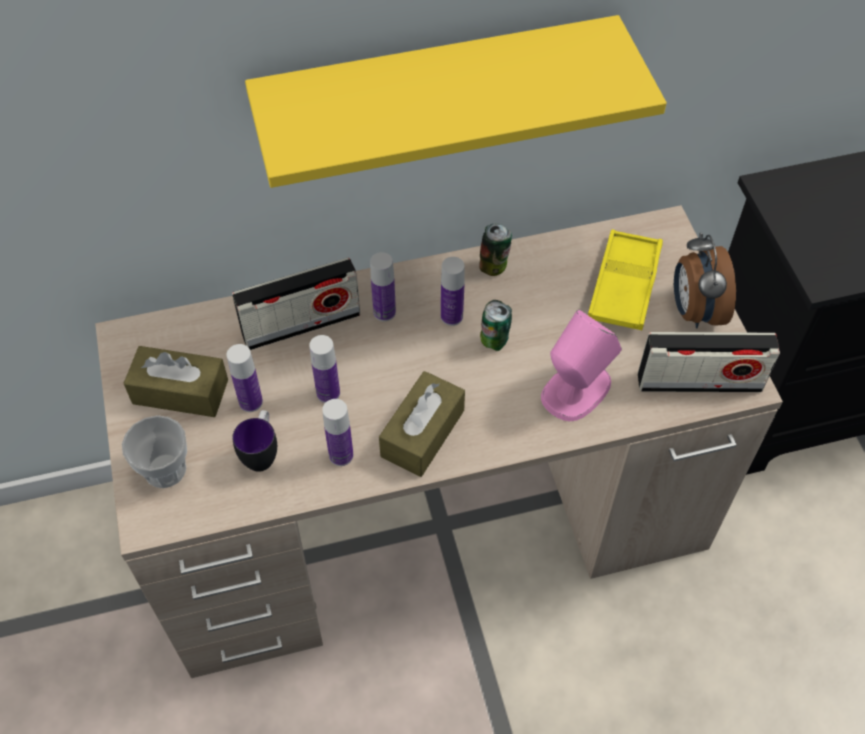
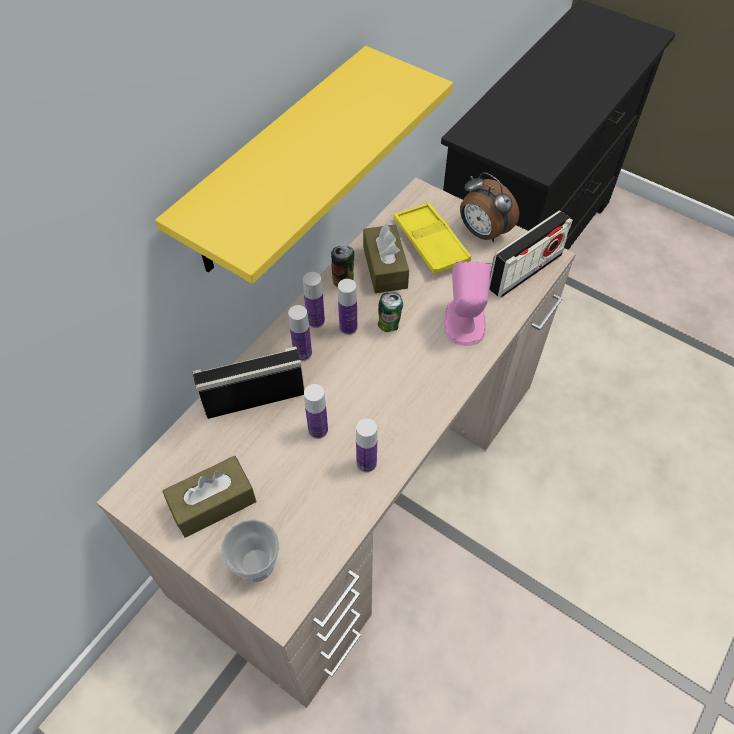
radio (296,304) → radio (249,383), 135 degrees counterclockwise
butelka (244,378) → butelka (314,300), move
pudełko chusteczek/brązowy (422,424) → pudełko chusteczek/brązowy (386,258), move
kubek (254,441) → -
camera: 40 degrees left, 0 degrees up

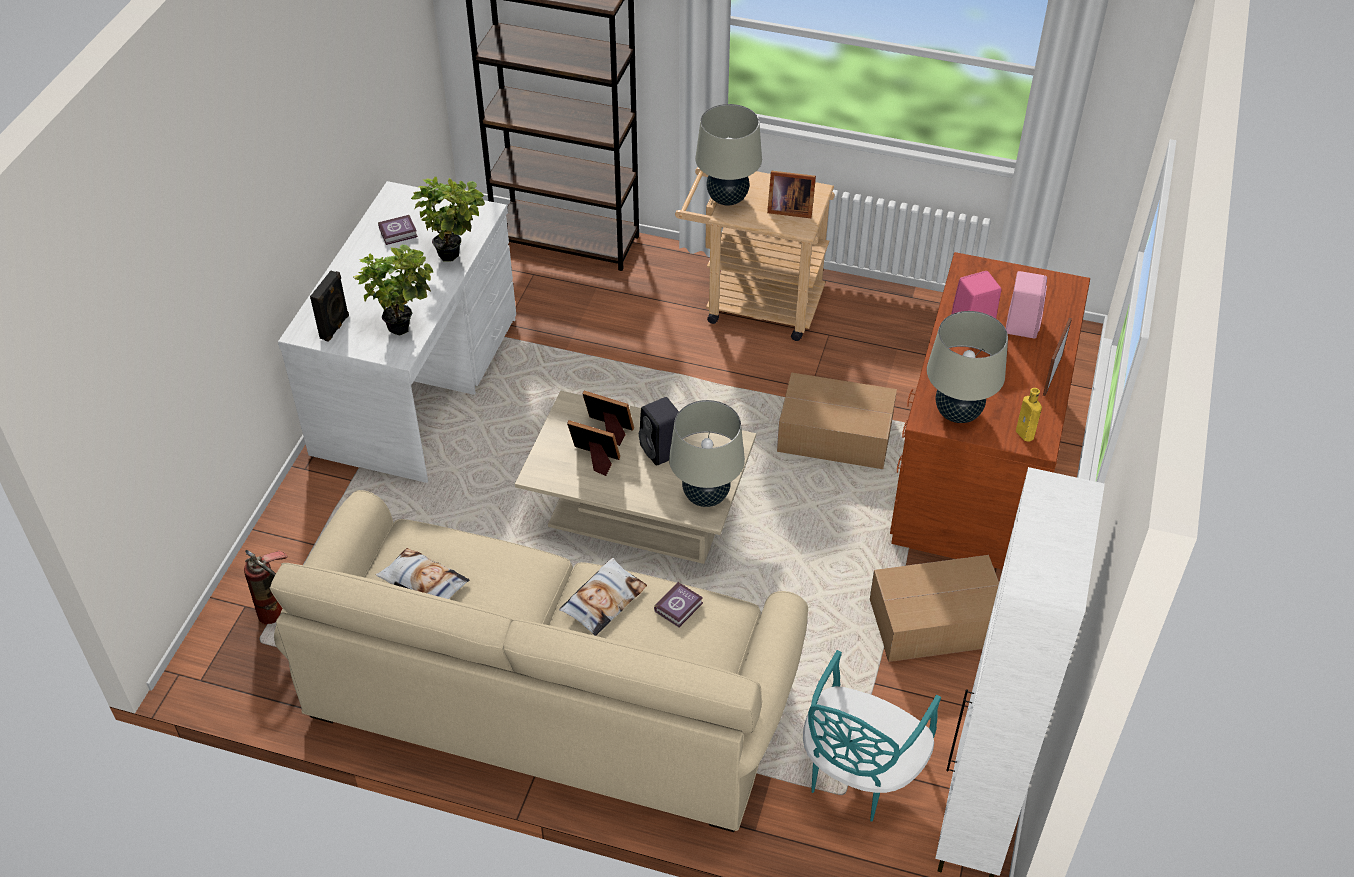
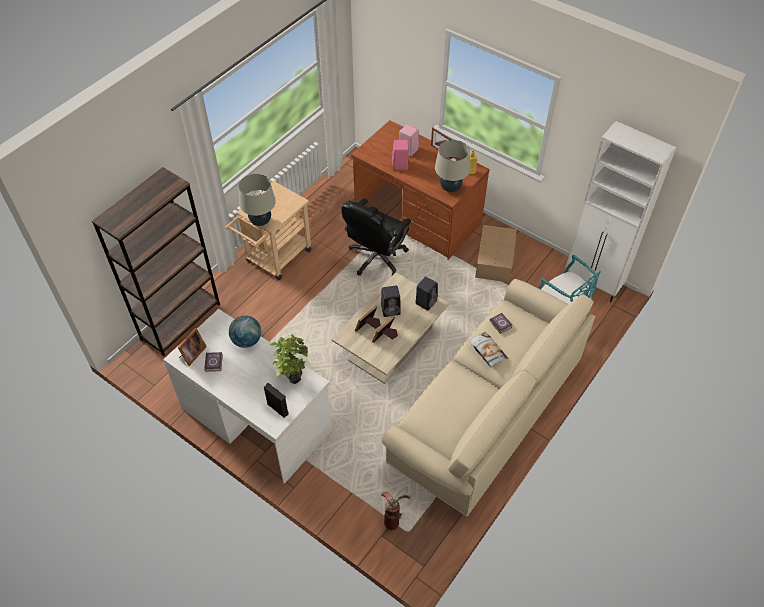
ramka na zdjęcie (791,194) → ramka na zdjęcie (192,347), move
roślina doniczkowa (448,219) → globus (245,332)
karton (837,420) → krzesło biurowe/czarny (376,236)
lampa stołowa/beżowy (707,453) → głośnik/czarny (426,294)
poduszka (422,573) → -
camera: 70 degrees left, 5 degrees up

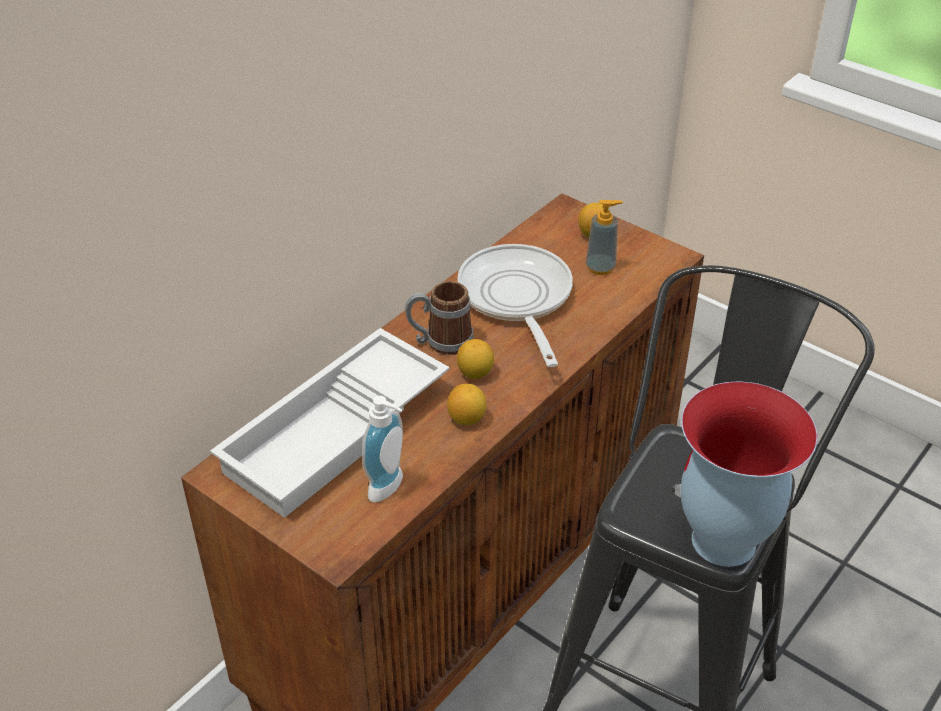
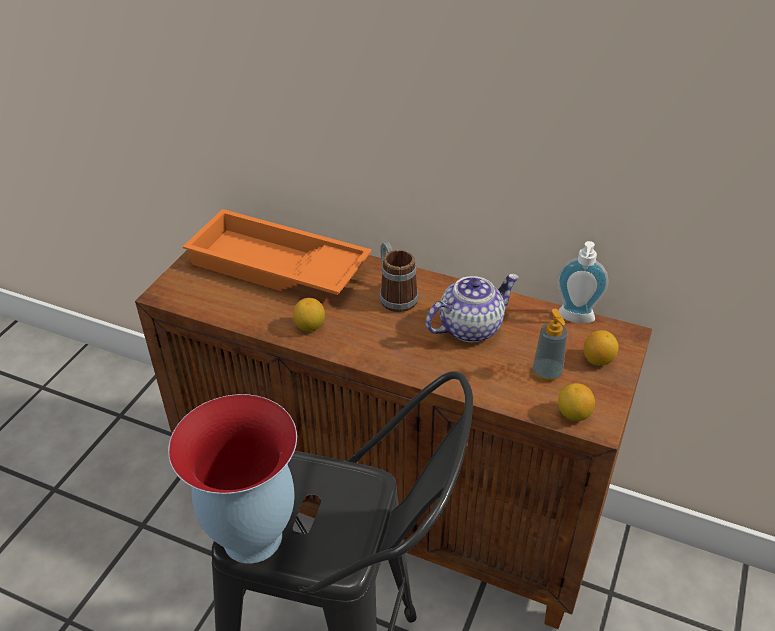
taca/biały (329,423) → taca/pomarańczowy (277,252)
patelnia (515,305) → imbryk (472,308)
dozownik mydła (382,449) → dozownik mydła (583,282), move
cytryna (475,359) → cytryna (576,402), move
camera: 75 degrees right, 0 degrees up

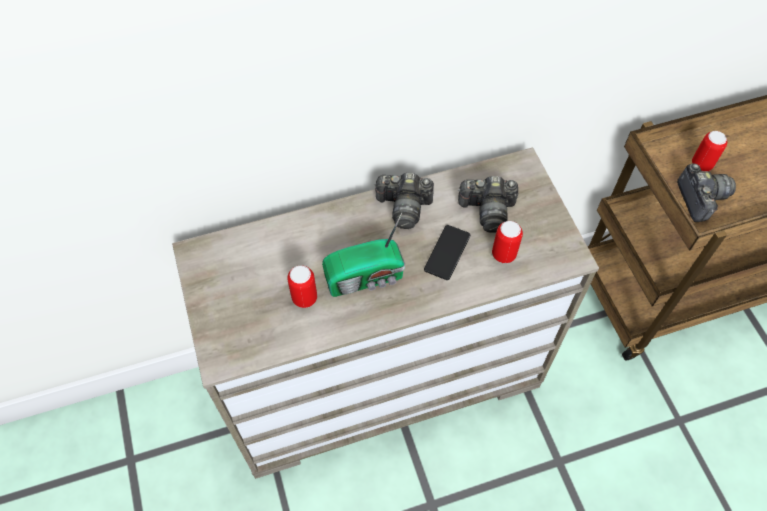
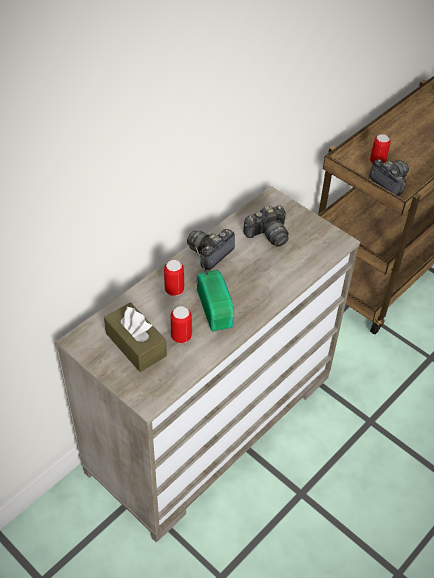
- → pudełko chusteczek/brązowy (135,337)
puszka (507,242) → puszka (174,278), move
aparat fotograficzny (404,201) → aparat fotograficzny (211,249), 150 degrees clockwise
radio (363,255) → radio (214,288), 60 degrees counterclockwise
telefon (447,252) → -
camera: 30 degrees left, 10 degrees down

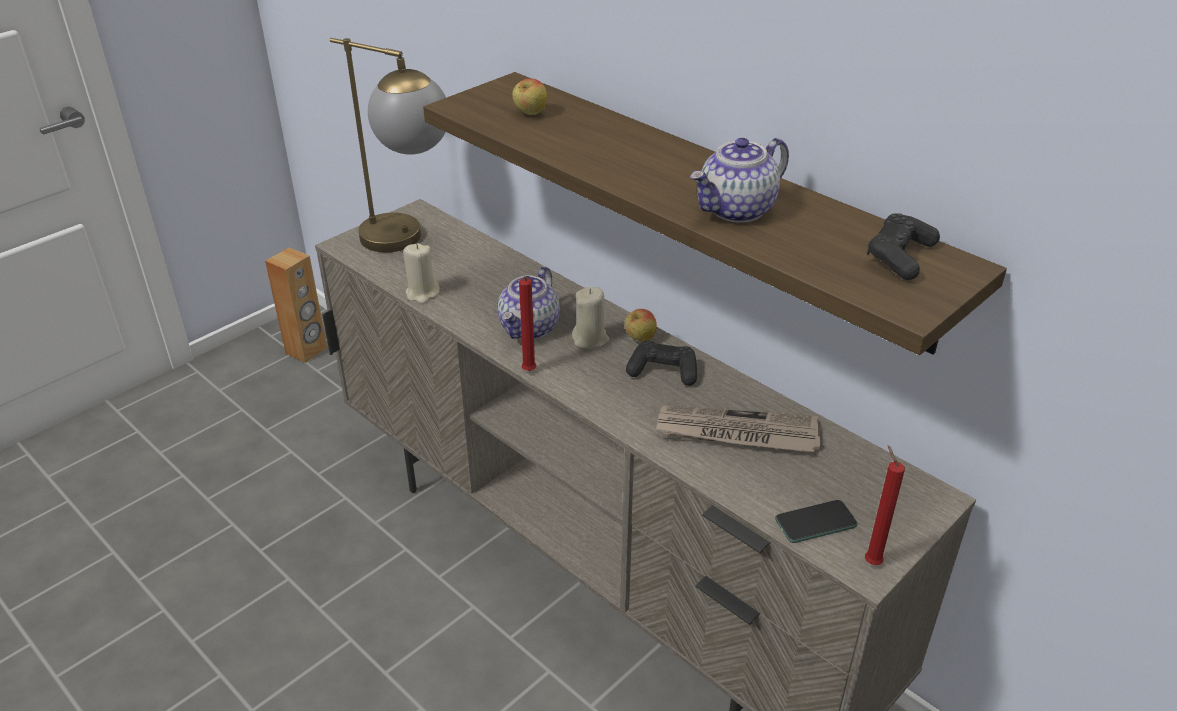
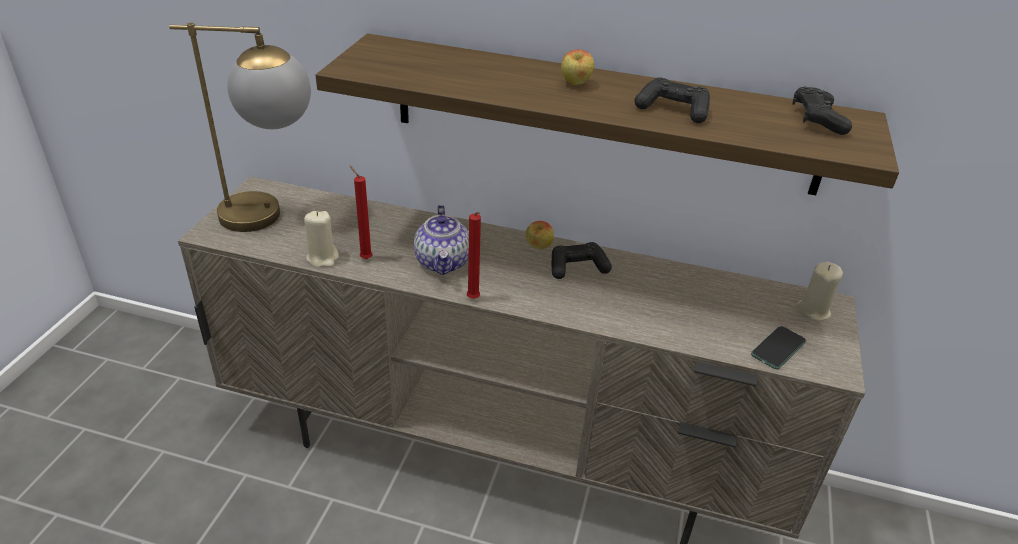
świeca/czerwony (885,505) → świeca/czerwony (361,212), move
jabłko (529,96) → jabłko (577,67), move
imbryk (739,180) → pad do gier/czarny (672,100)
świeca/beżowy (590,318) → świeca/beżowy (819,291), move
głośnik/brązowy (296,305) → -
gazeta (738,428) → -
camera: 30 degrees left, 0 degrees up

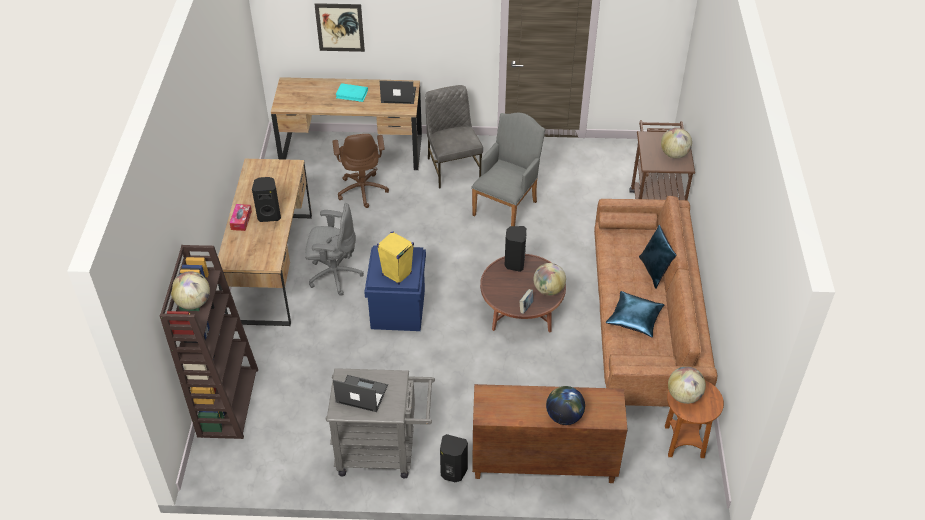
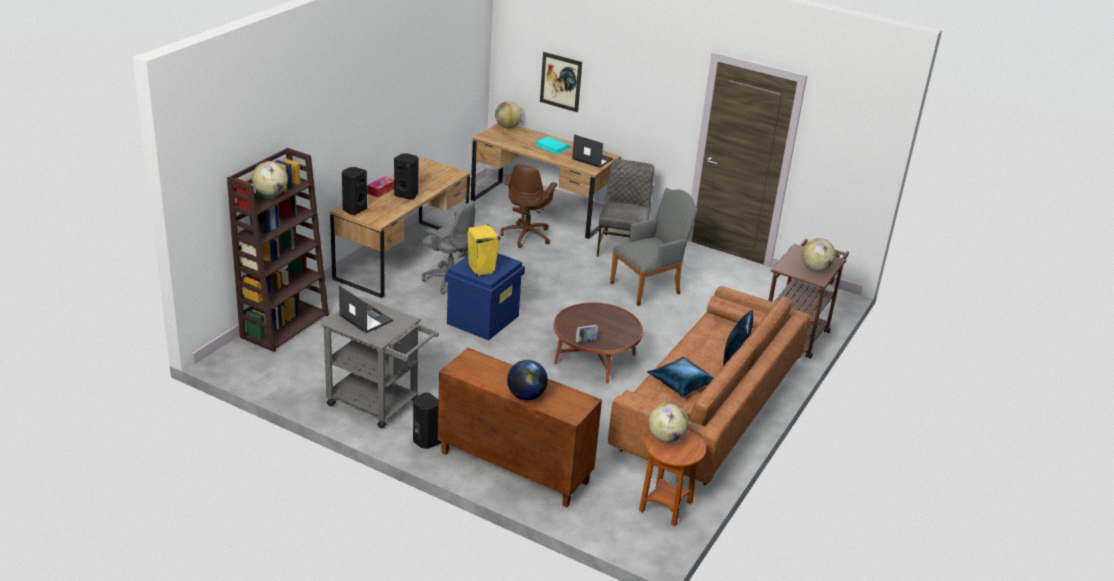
głośnik/czarny (515,249) → głośnik/czarny (354,191), move
globus (549,279) → globus (508,114), move
camera: 25 degrees right, 15 degrees down

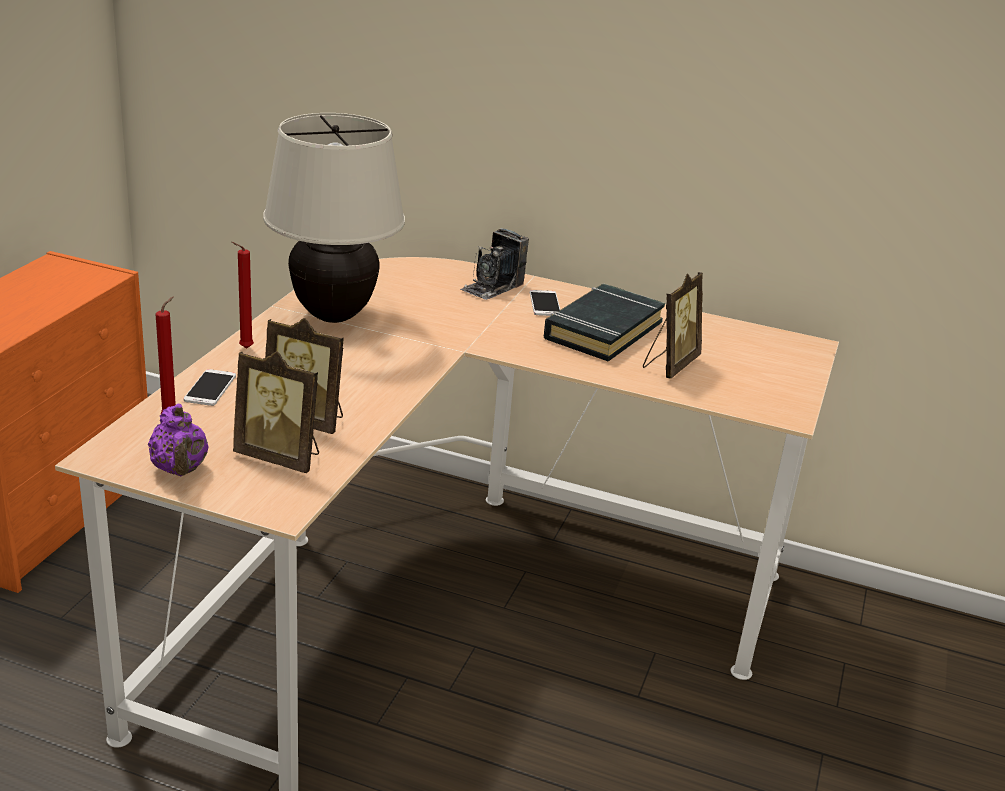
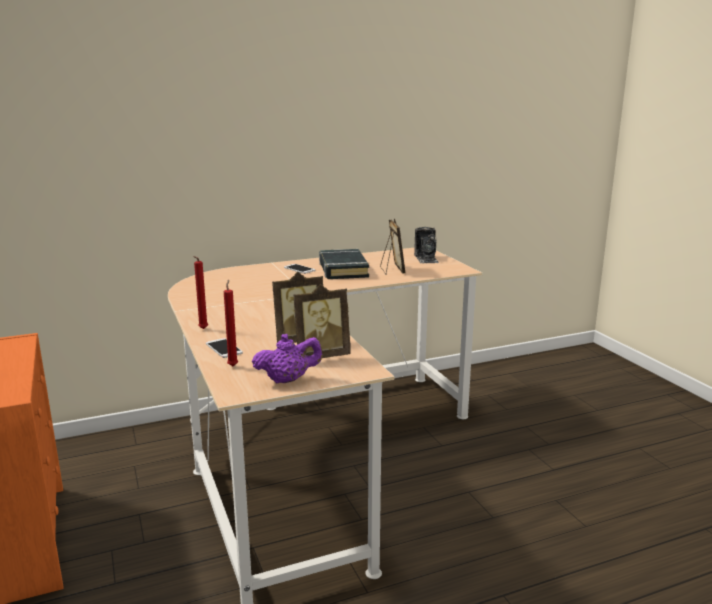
imbryk/fioletowy (178,440) → imbryk/fioletowy (287,358), 45 degrees counterclockwise
aparat fotograficzny (494,264) → aparat fotograficzny (426,245), move
lampa stołowa/beżowy (334,218) → -
camera: 40 degrees left, 10 degrees down

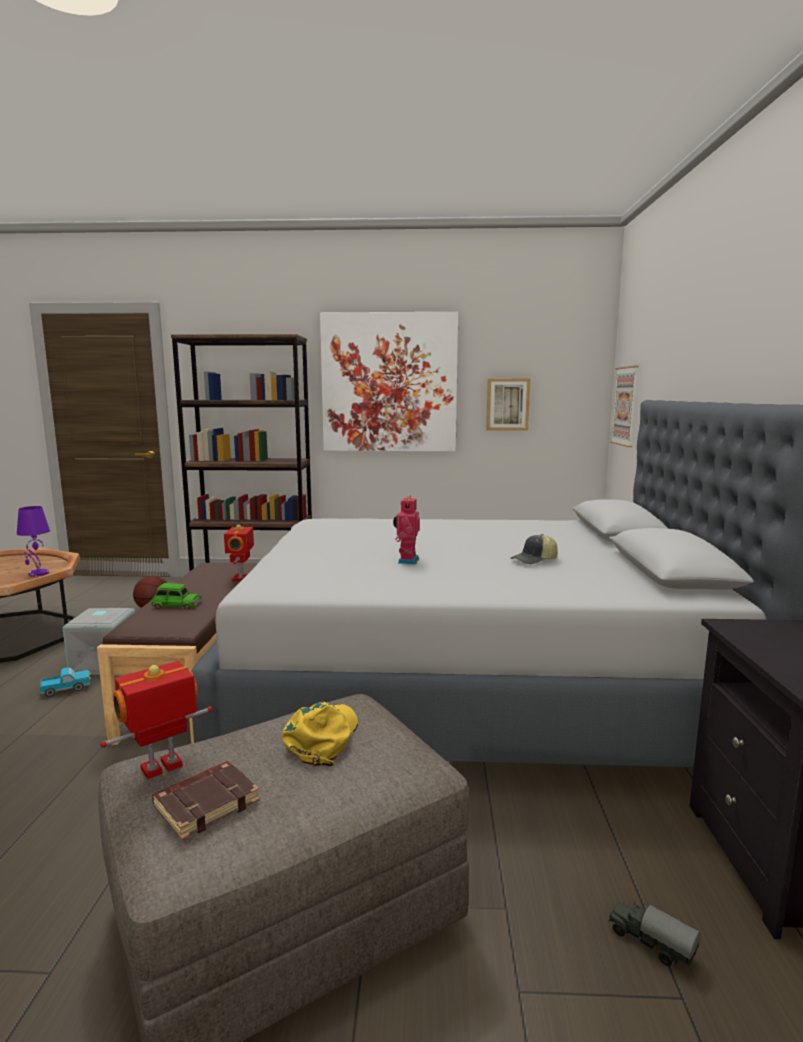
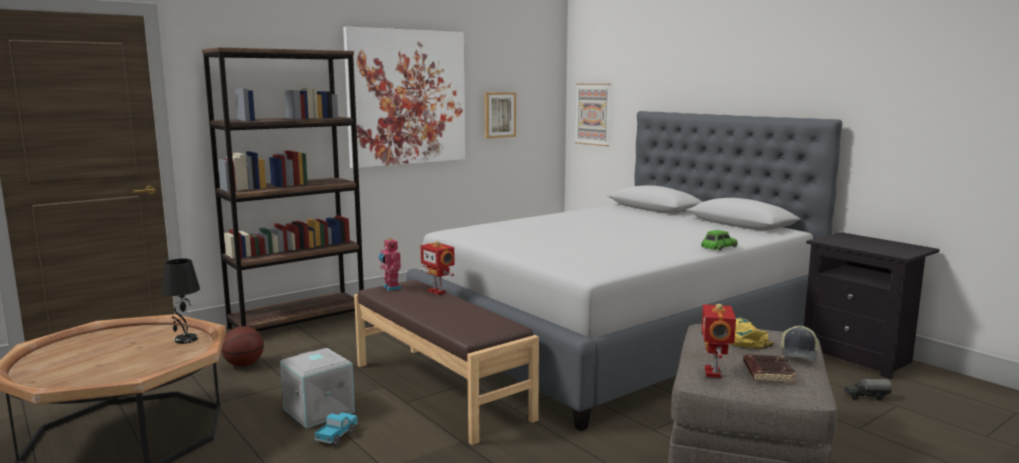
lampa stołowa/fioletowy (33,541) → lampa stołowa/czarny (181,301)
robot zabawkowy (406,529) → robot zabawkowy (390,264), move
samochodzik/zielony (176,596) → samochodzik/zielony (719,240), move
czapka z daszkiem (534,549) → czapka z daszkiem (799,343), move
camera: 40 degrees left, 0 degrees up

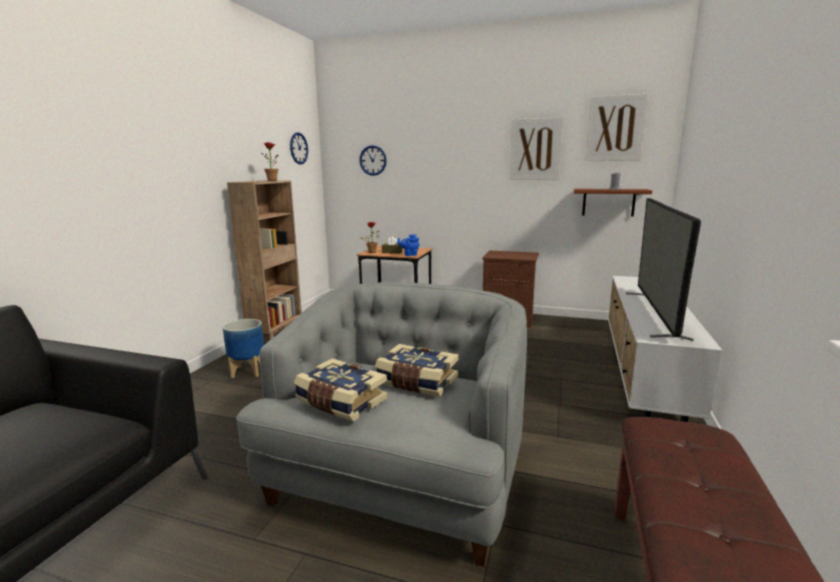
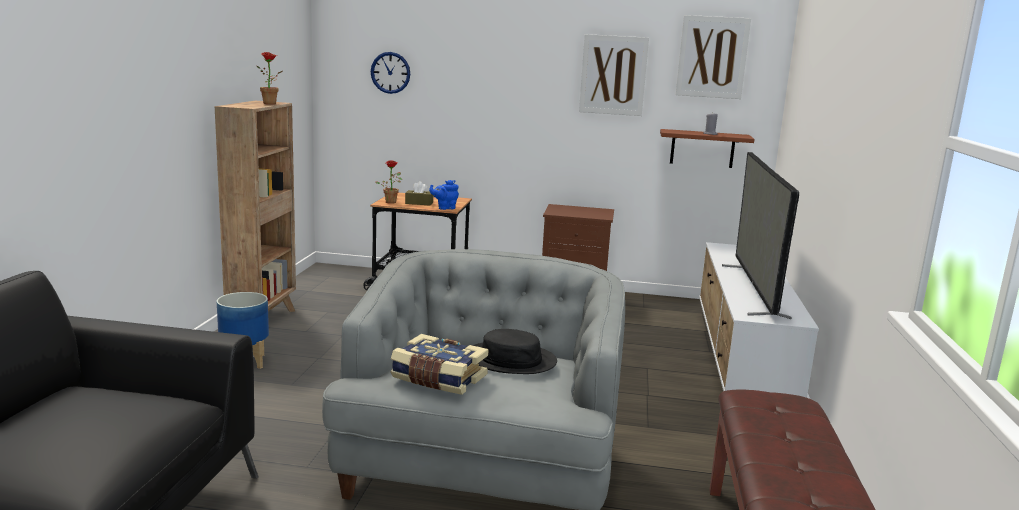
książka (417,370) → kapelusz/czarny (515,351)
zegar ścienny (299,148) → -
camera: 10 degrees left, 0 degrees up

